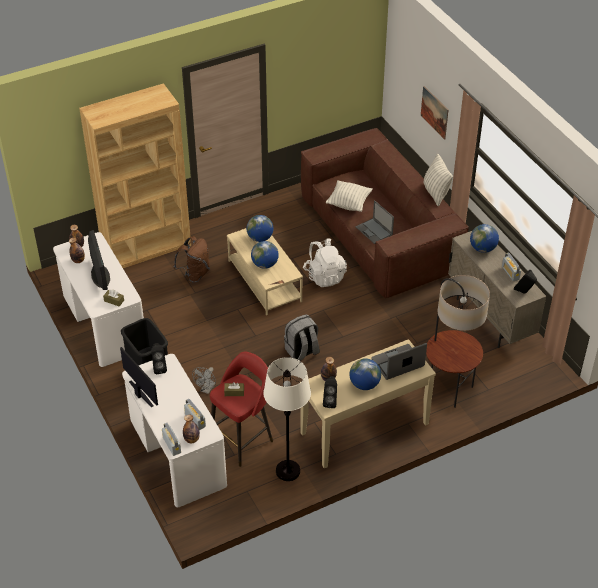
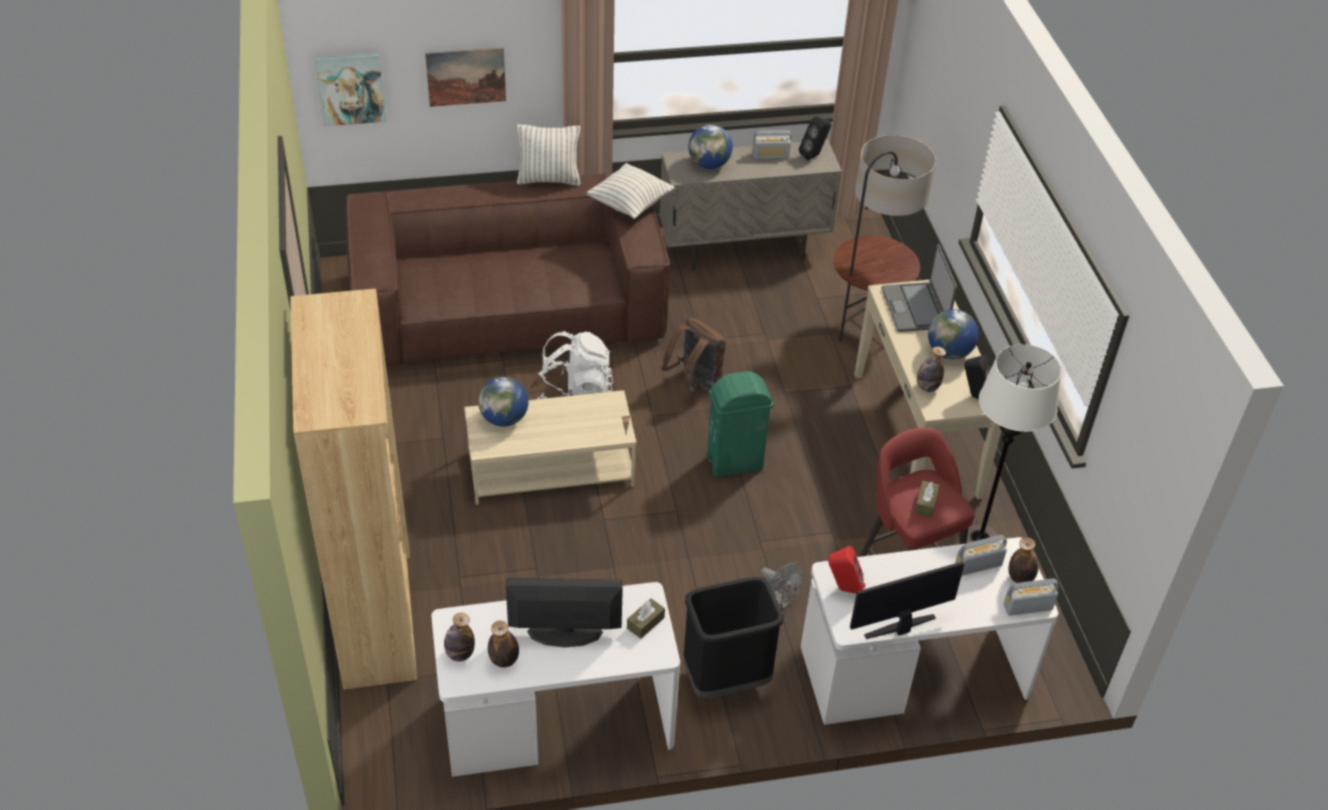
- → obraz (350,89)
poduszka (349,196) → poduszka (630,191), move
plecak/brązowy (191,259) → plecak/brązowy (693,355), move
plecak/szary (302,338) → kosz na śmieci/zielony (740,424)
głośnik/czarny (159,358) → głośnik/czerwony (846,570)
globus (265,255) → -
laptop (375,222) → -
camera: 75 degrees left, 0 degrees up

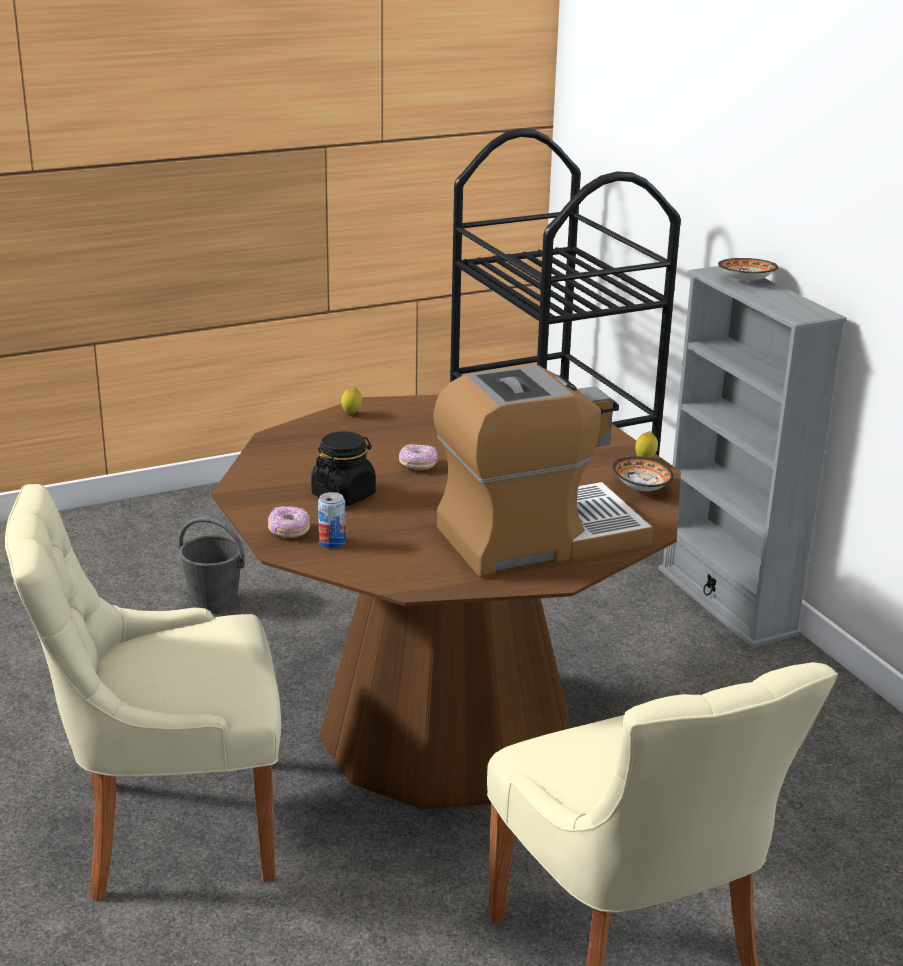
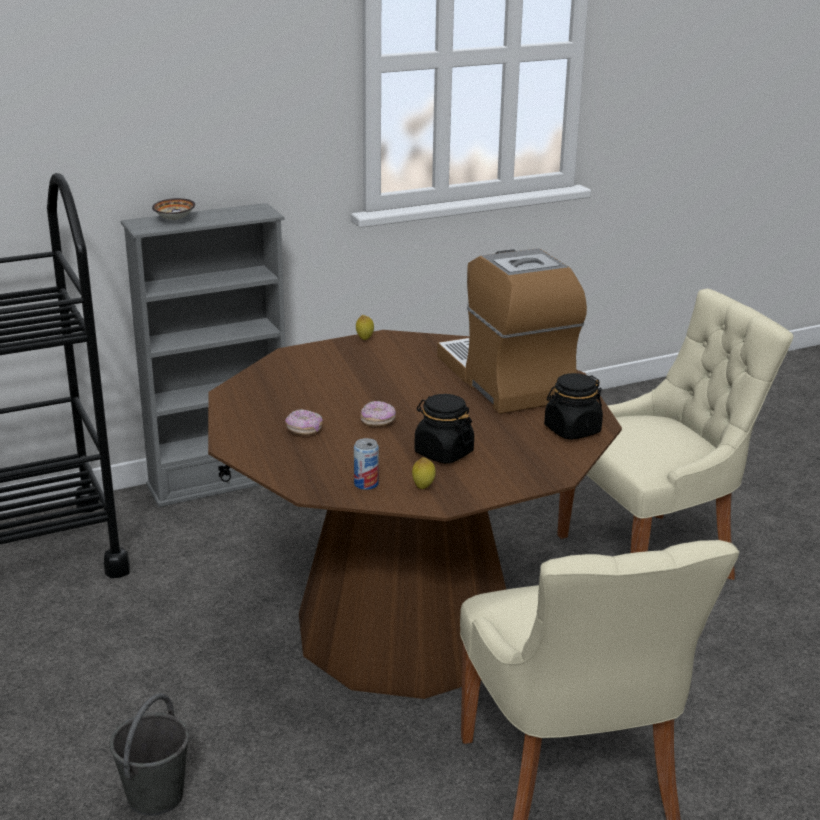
donut (289,522) → donut (304,422), move
puszka (332,520) → puszka (366,464), move
cytryna (351,400) → cytryna (424,473), move
- → słoik/czarny (573,406)
miska (643,473) → -
camera: 90 degrees left, 0 degrees up

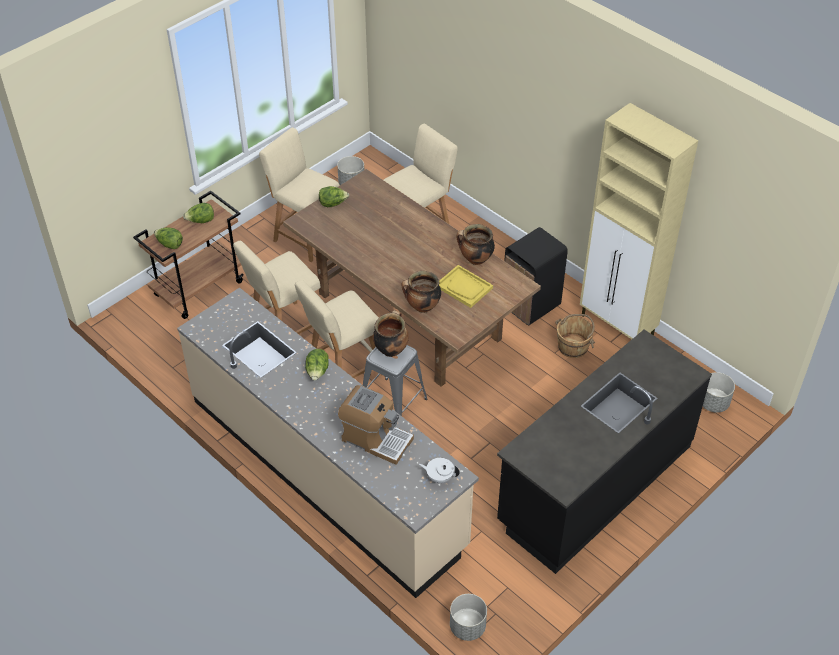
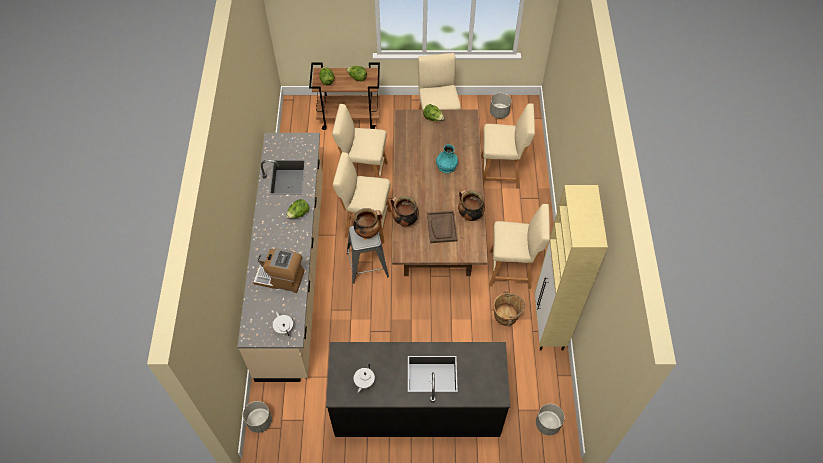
ekspres do kawy (376,425) → ekspres do kawy (278,270), 120 degrees clockwise
- → imbryk/biały (364,378)
taca/żółty (466,286) → taca/brązowy (442,227)
- → wazon/turkusowy (447,158)
kosz na śmieci/czarny (536,276) → stołek/beżowy (519,246)
camera: 45 degrees right, 10 degrees up

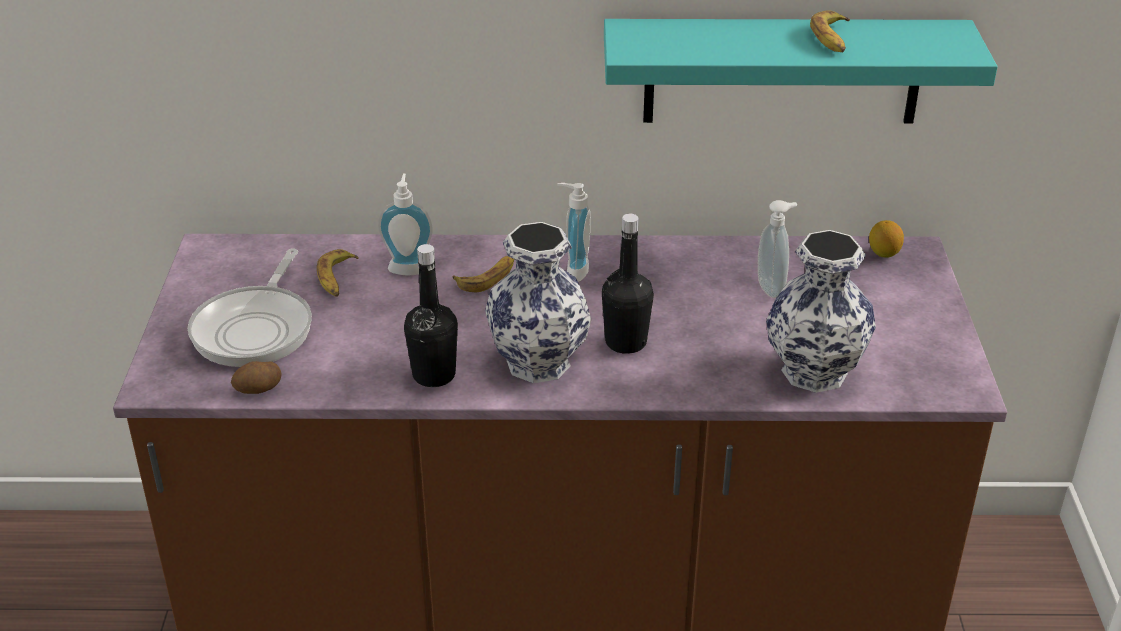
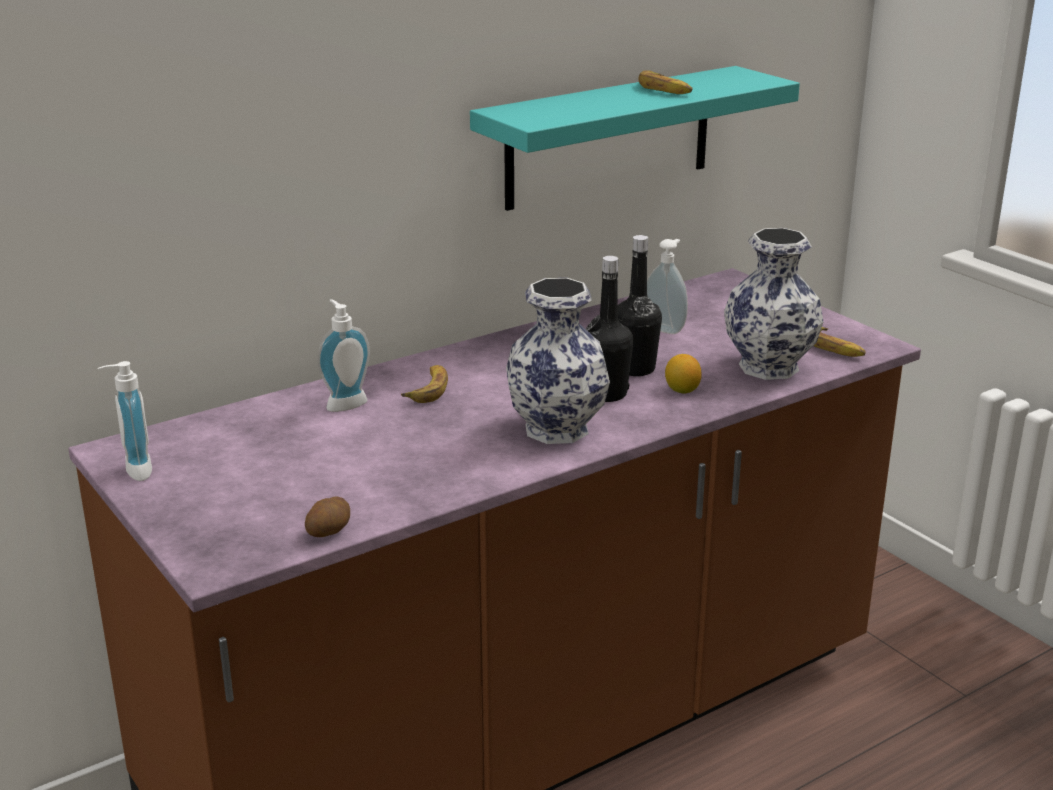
dozownik mydła (573,232) → dozownik mydła (125,421), move
butelka/czarny (431,315) → butelka/czarny (640,305), move
cytryna (886,239) → cytryna (683,374), move
banan (338,273) → banan (840,342), move
patelnia (250,307) → -
camera: 35 degrees left, 10 degrees down

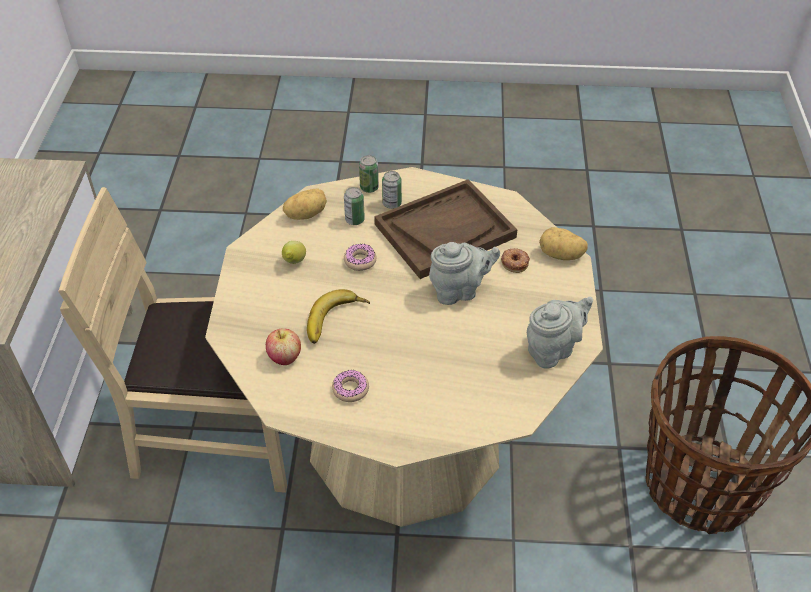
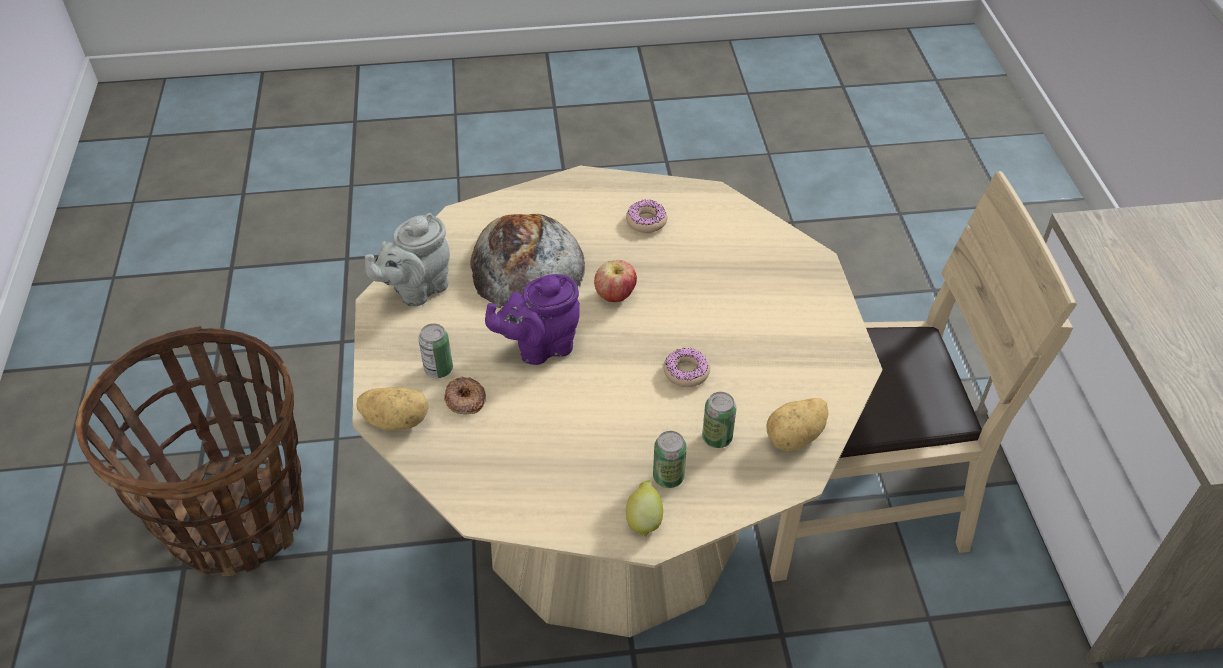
puszka (369,174) → puszka (435,351), move
- → chleb (527,261)
imbryk/szary (464,273) → imbryk/fioletowy (532,319)
jabłko (283,346) → jabłko (615,281), move
cytryna (294,252) → cytryna (644,509), move
banan (338,316) → -
taca/brązowy (445,229) → -
camera: 170 degrees right, 0 degrees up

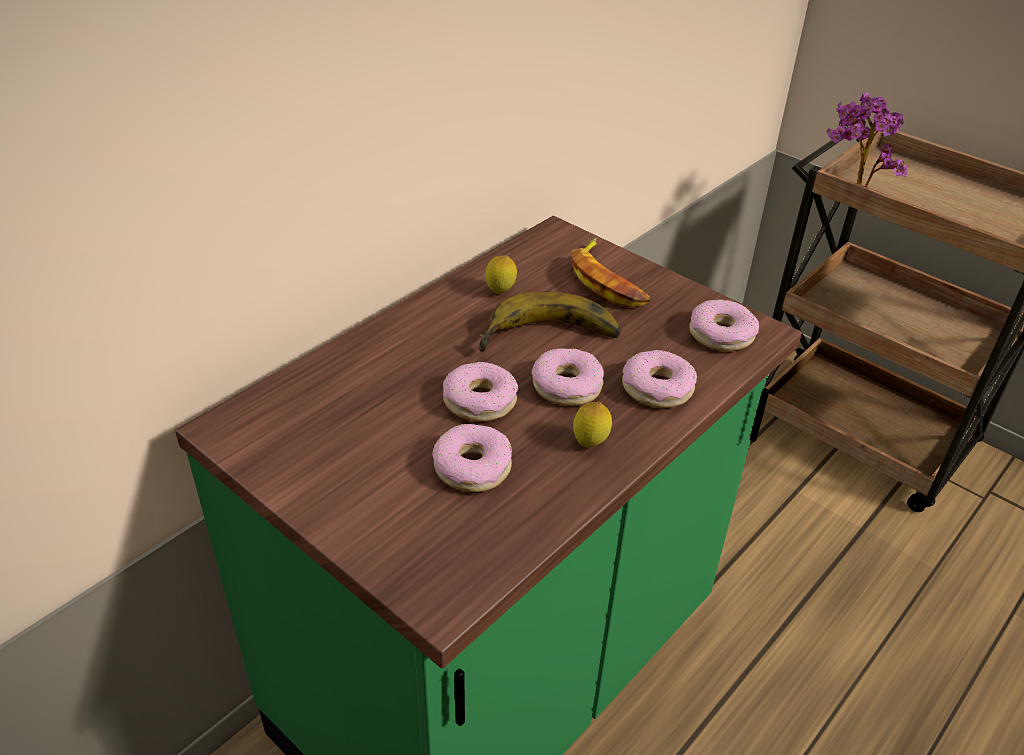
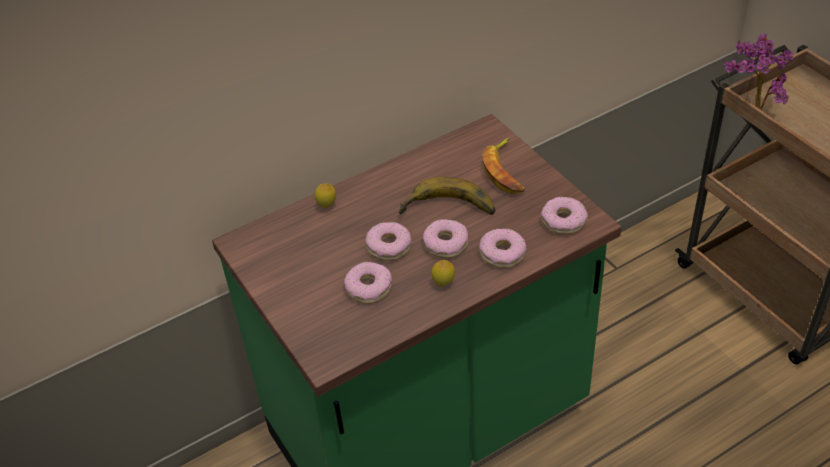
cytryna (501,274) → cytryna (325,195), move
camera: 20 degrees right, 5 degrees up

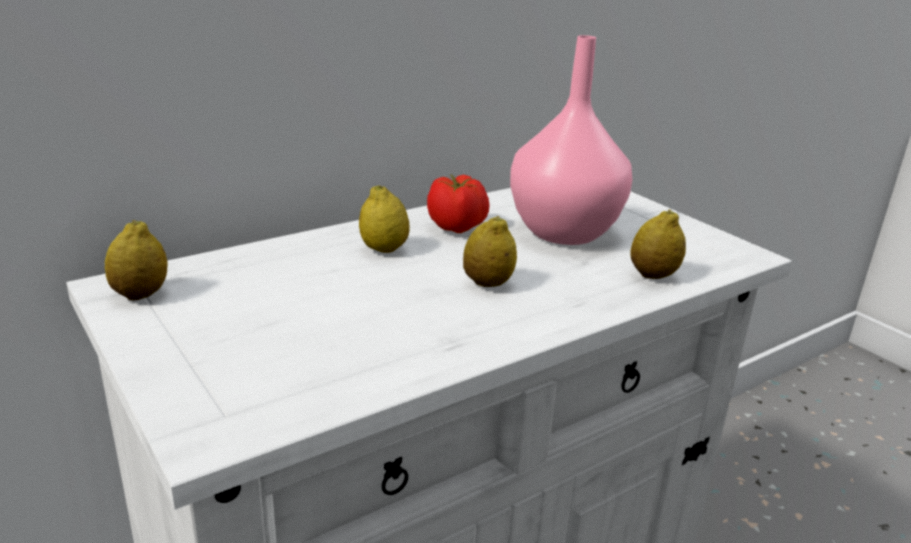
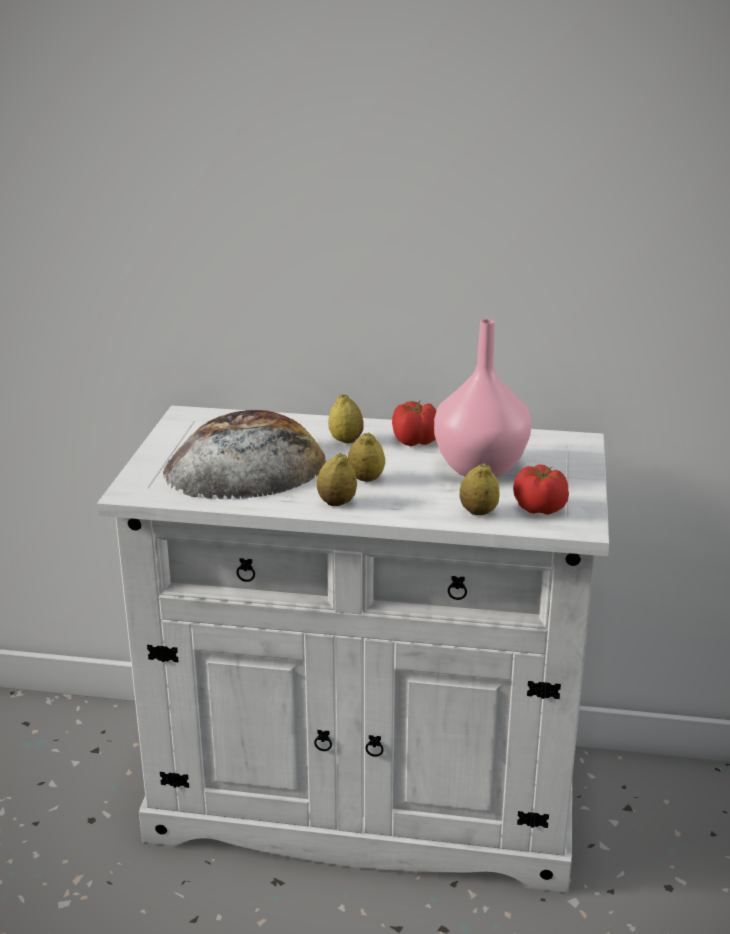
- → chleb (244,454)
cytryna (136,260) → cytryna (337,479), move
- → pomidor (541,489)
camera: 45 degrees right, 0 degrees up

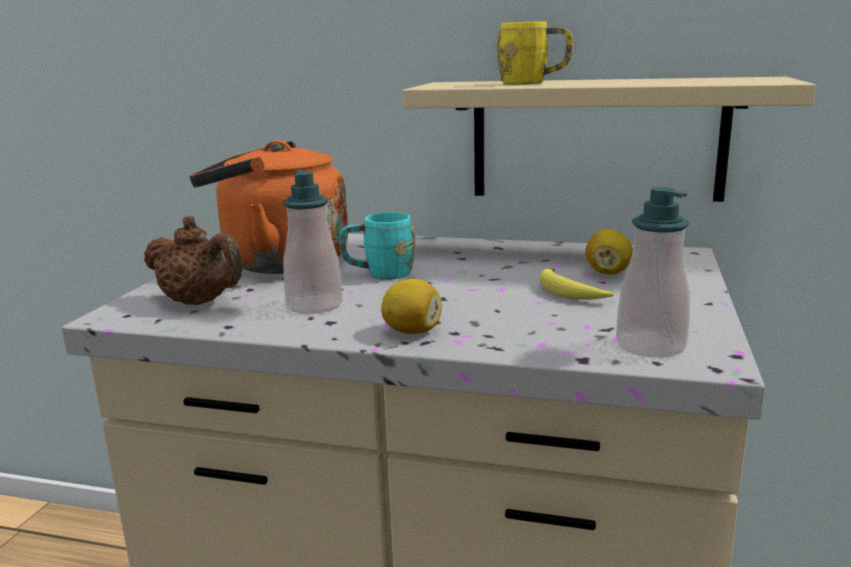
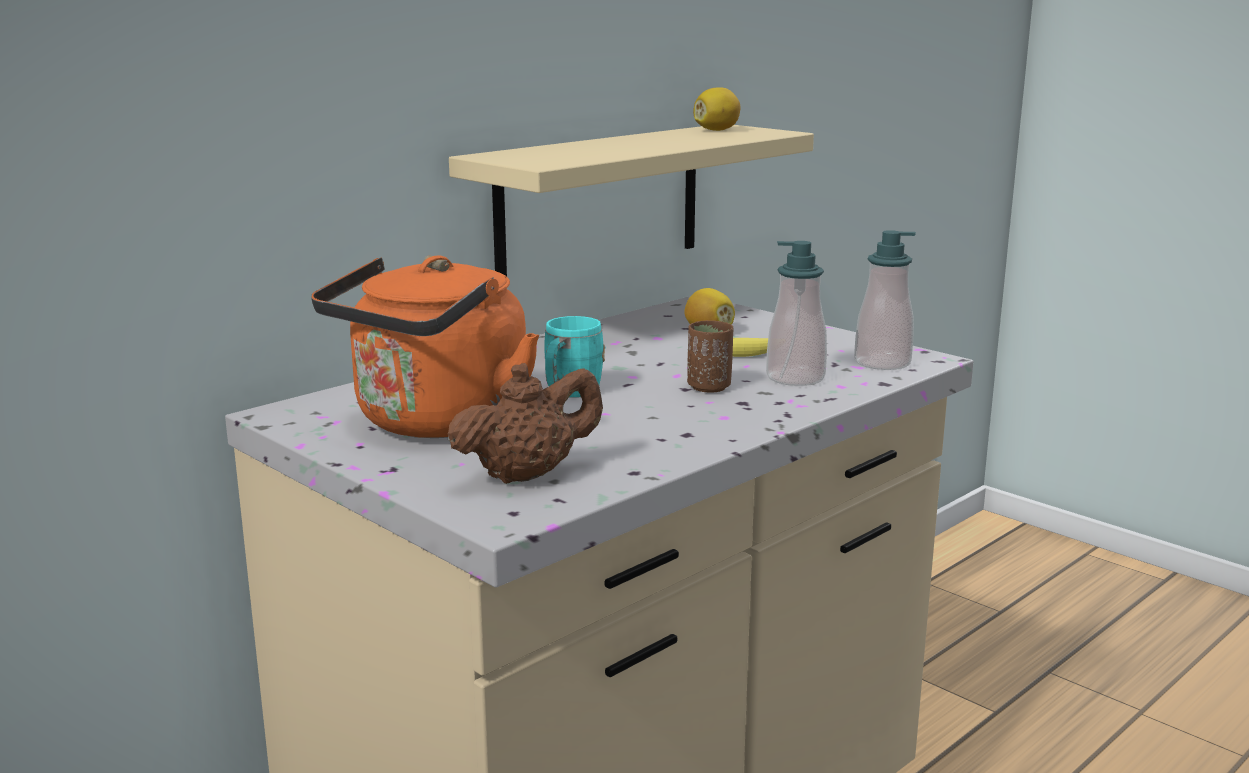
- → filiżanka/brązowy (710,356)
cytryna (411,306) → cytryna (716,109), move
dozownik mydła (313,242) → dozownik mydła (796,313), move
kubek/żółty (535,52) → -
camera: 60 degrees left, 0 degrees up

